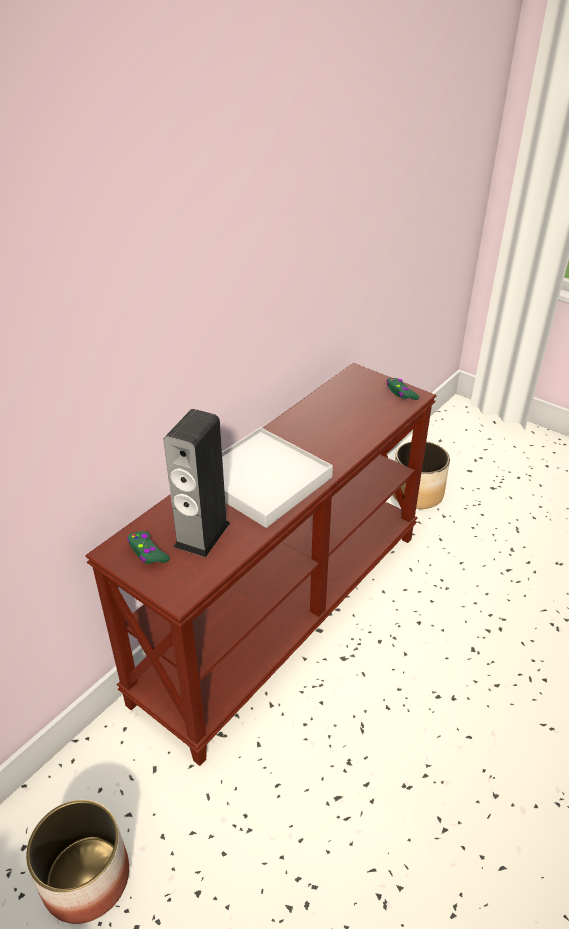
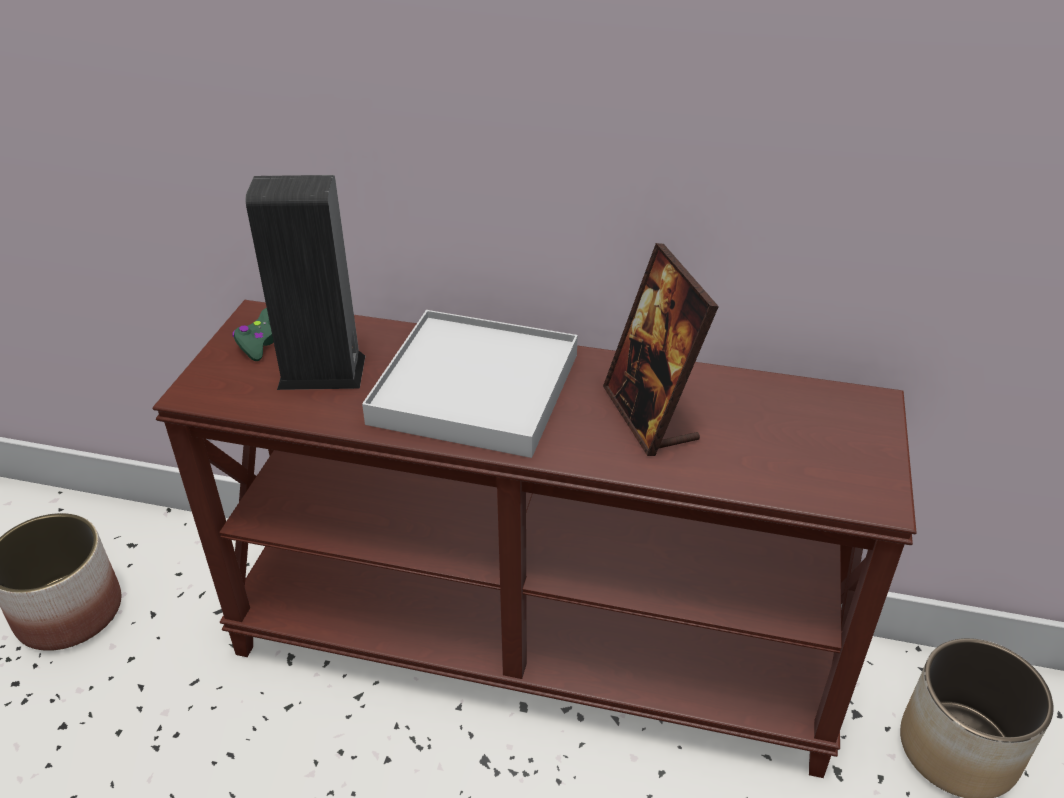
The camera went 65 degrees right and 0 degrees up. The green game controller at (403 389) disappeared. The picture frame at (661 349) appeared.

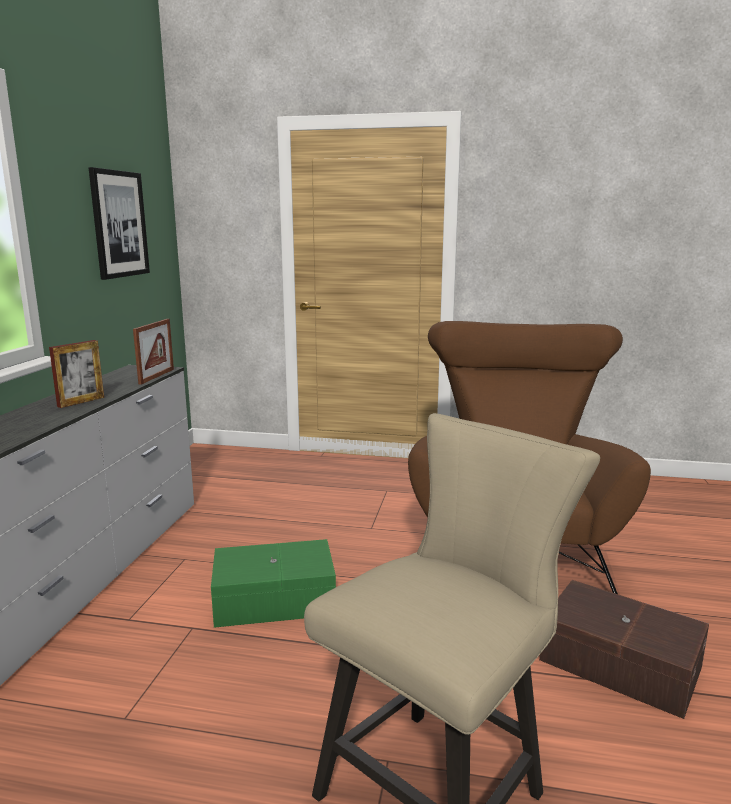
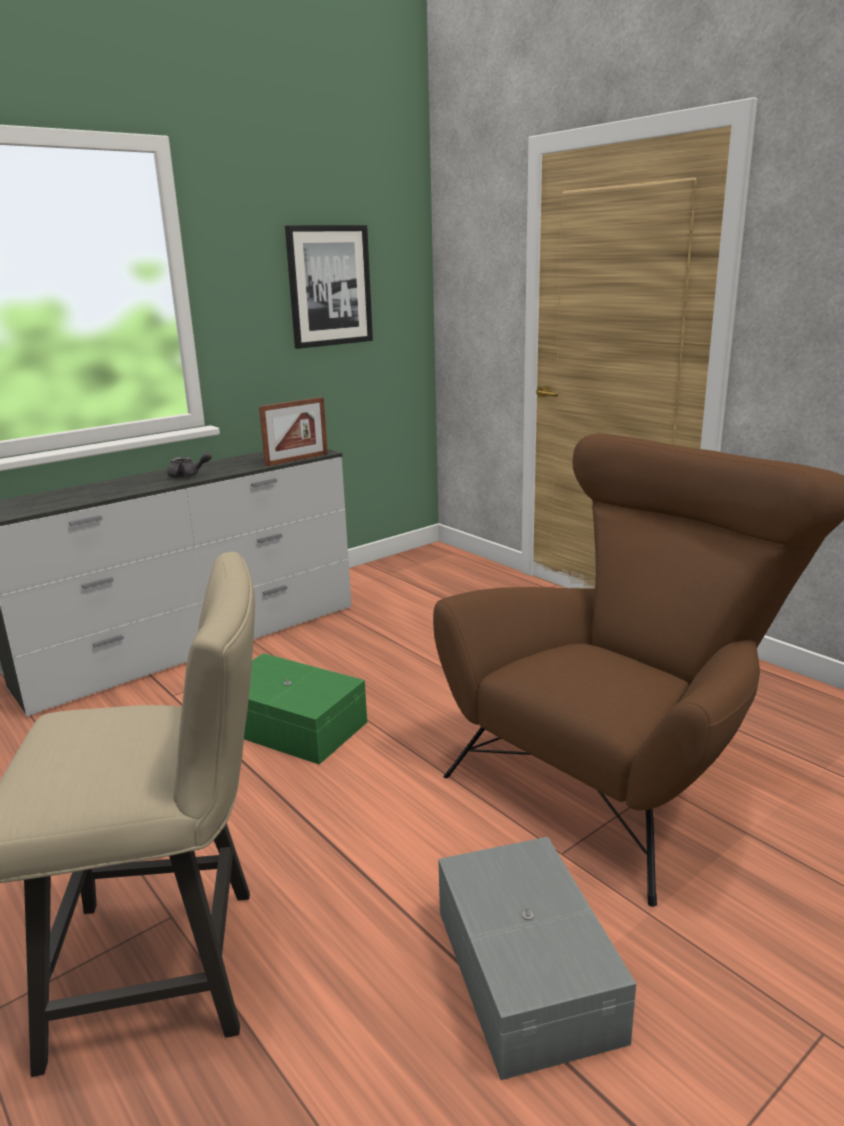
The camera went 40 degrees right and 5 degrees up. The picture frame at (76 374) was replaced by the grey teapot at (189 465). The brown storage box at (624 649) became the grey storage box at (537 958).

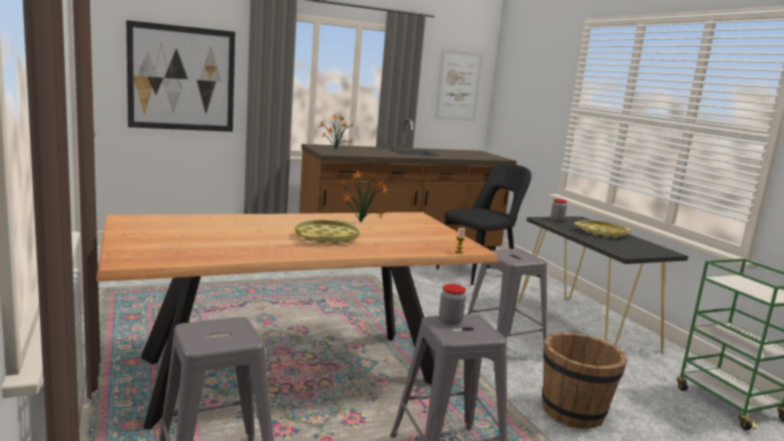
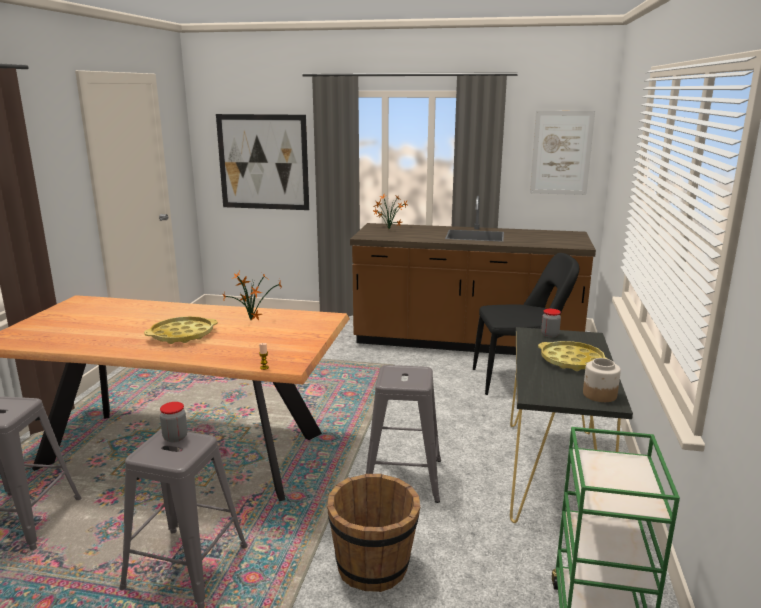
The camera went 35 degrees right and 5 degrees up. The jar at (602 380) appeared.

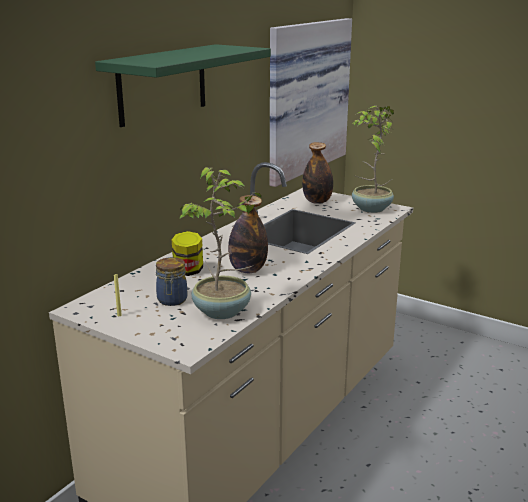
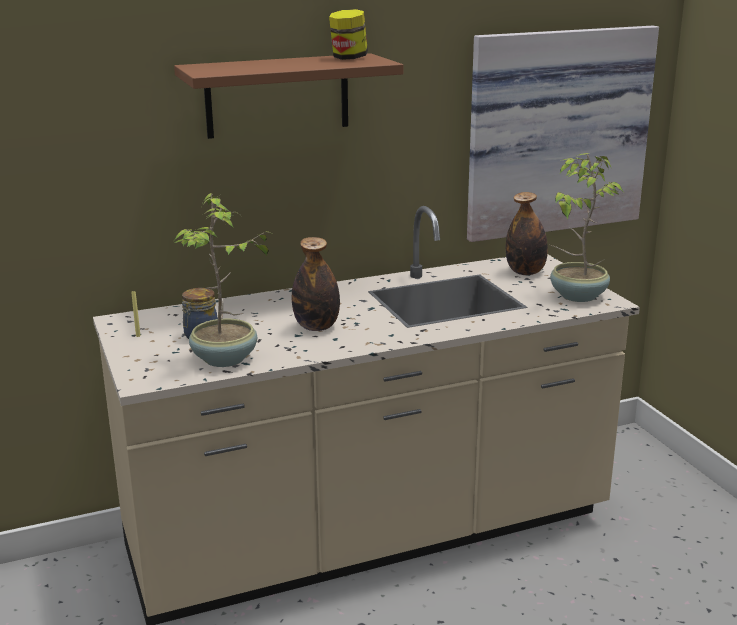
The camera went 35 degrees right and 0 degrees up. The green shelf at (183 85) became the brown shelf at (288 96). The jar moved from (187 253) to (348 34).

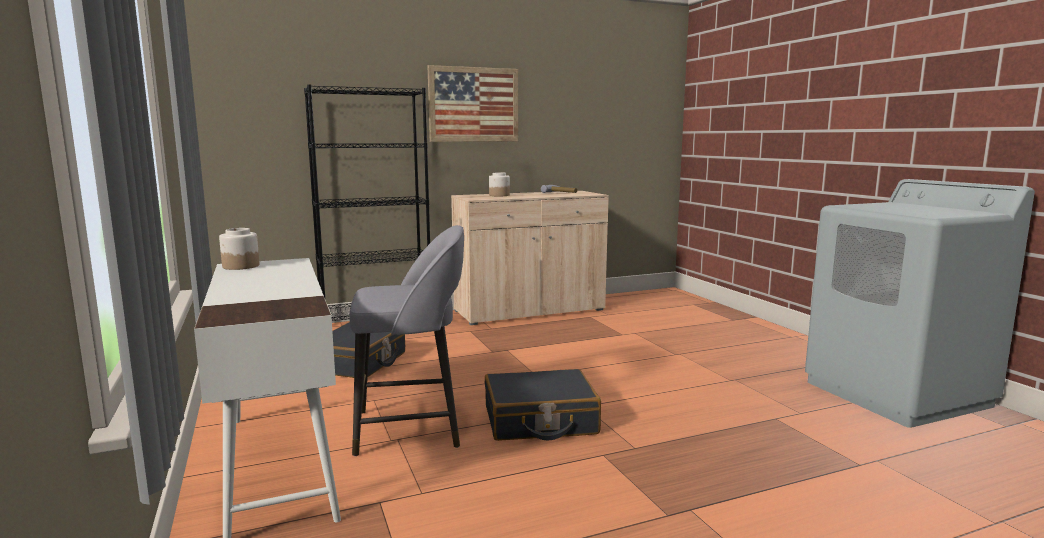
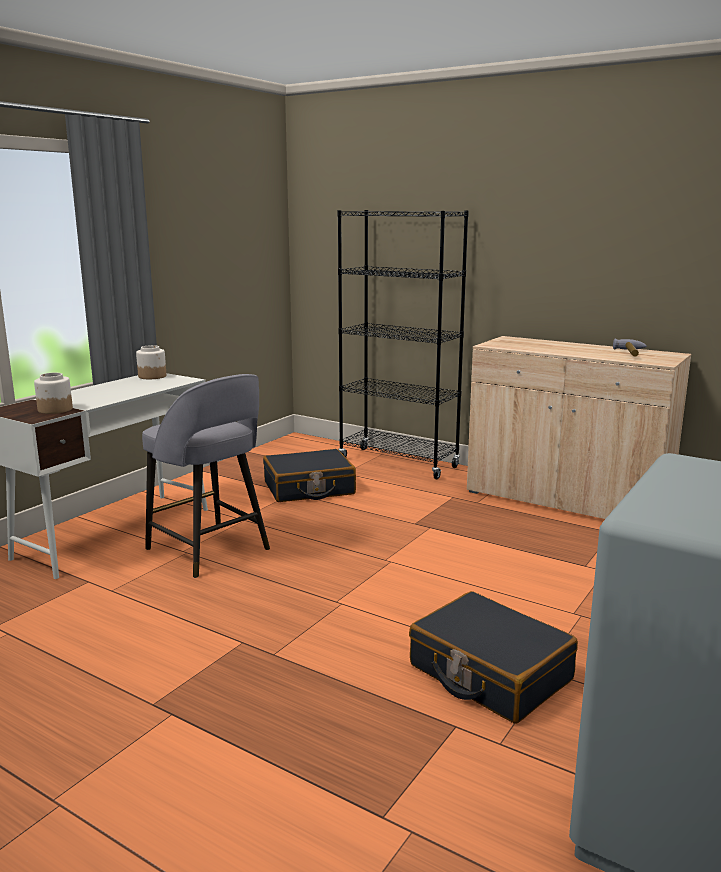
The camera went 55 degrees right and 5 degrees up. The picture at (472 103) disappeared. The jar moved from (499 184) to (53 393). The black suitcase moved from (543 405) to (493 657).

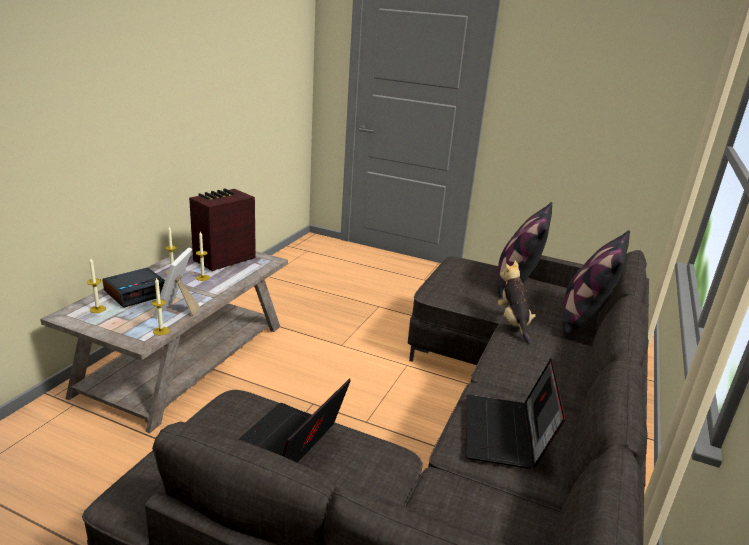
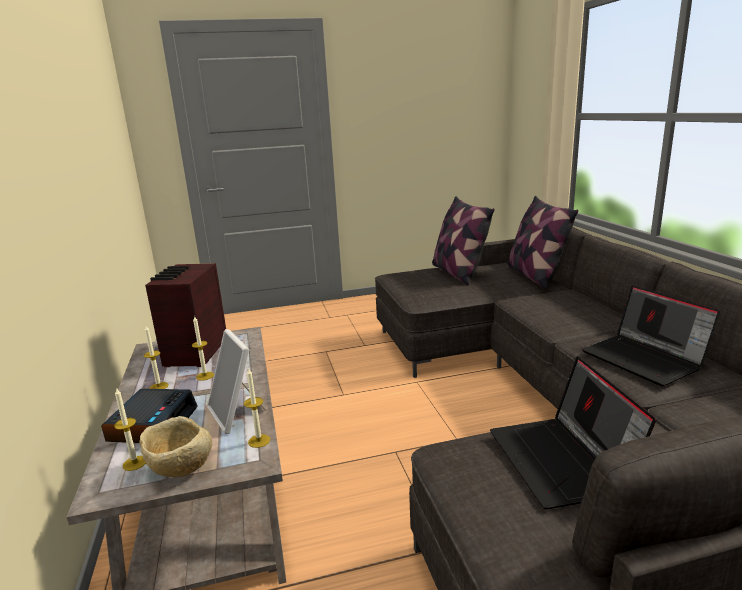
The camera went 35 degrees left and 5 degrees down. The plush toy at (517 302) disappeared. The beige bowl at (176 446) appeared.

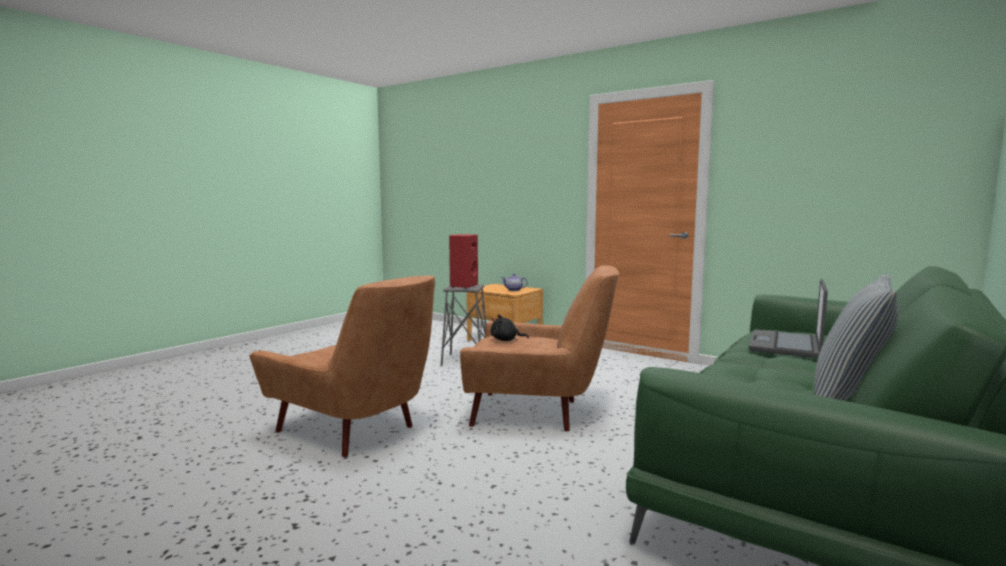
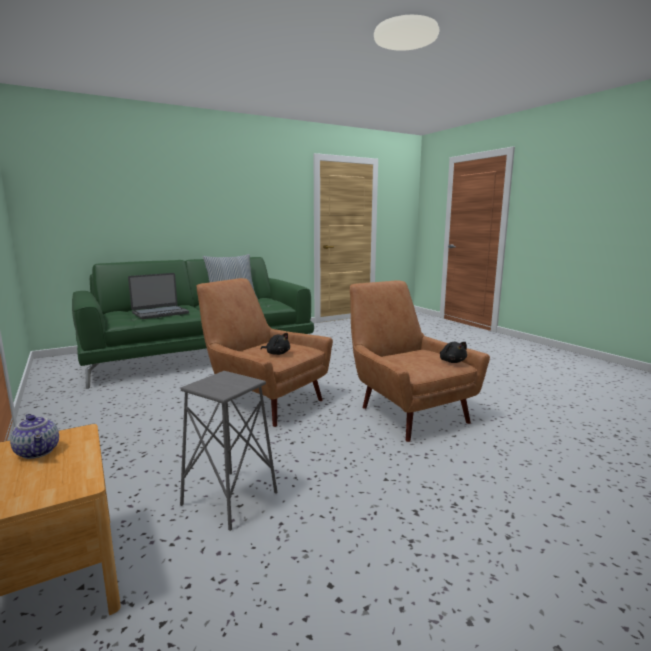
The camera went 155 degrees left and 5 degrees up. The red speaker at (463 261) disappeared. The black plush toy at (453 352) appeared.

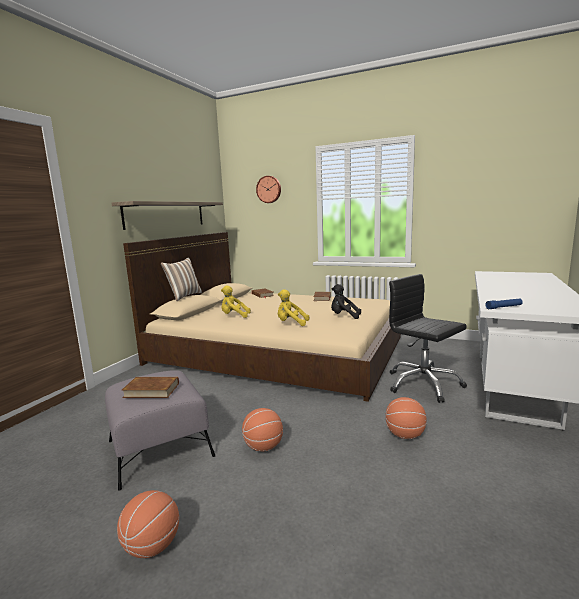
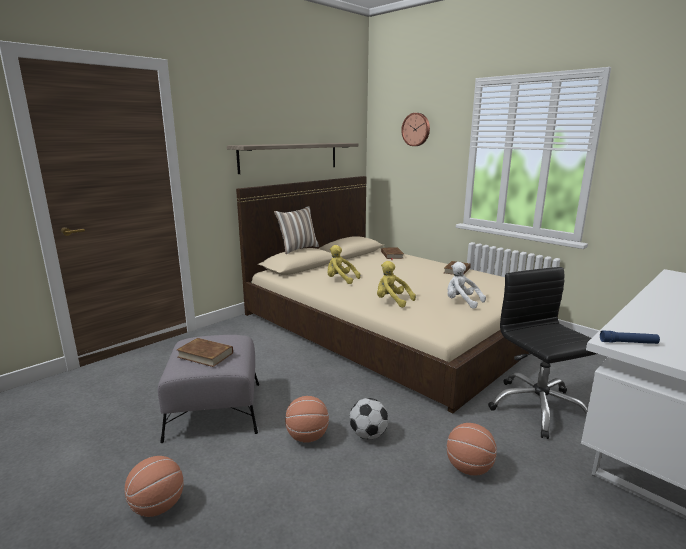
The camera went 20 degrees right and 5 degrees up. The black plush toy at (346 301) became the white plush toy at (467 285). The football at (369 419) appeared.

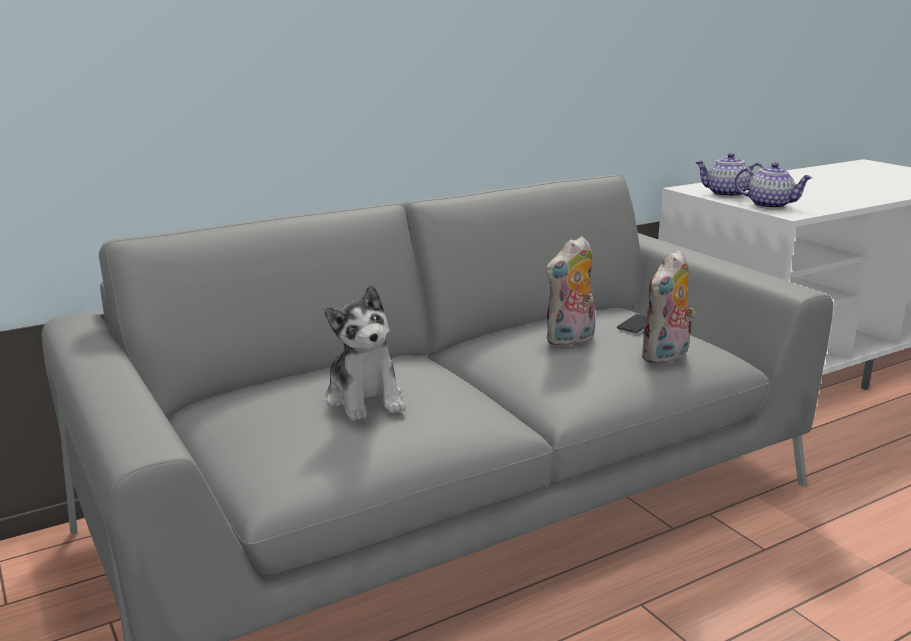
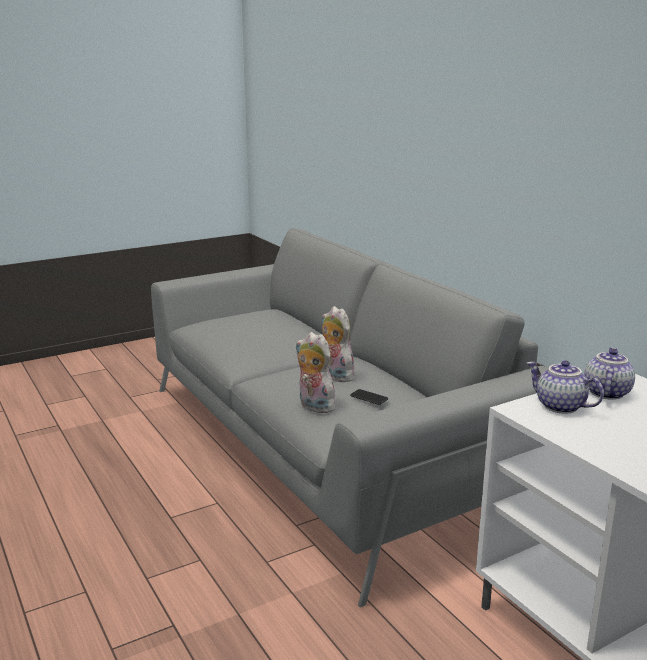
The camera went 90 degrees right and 0 degrees up. The teapot at (774 185) turned 105 degrees clockwise. The plush toy at (364 353) disappeared.

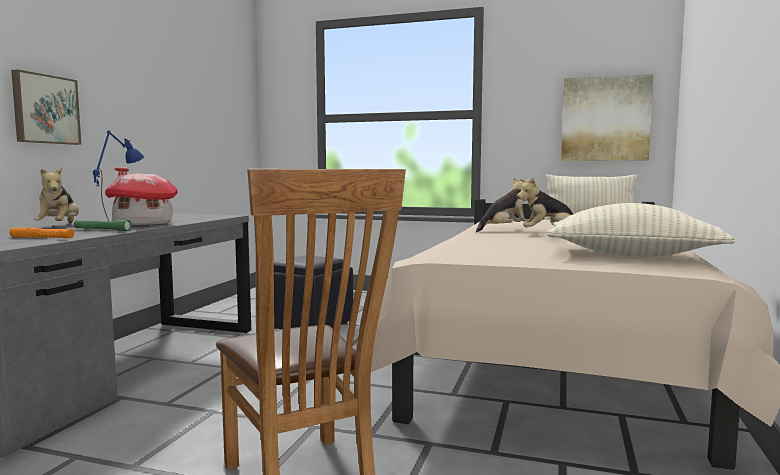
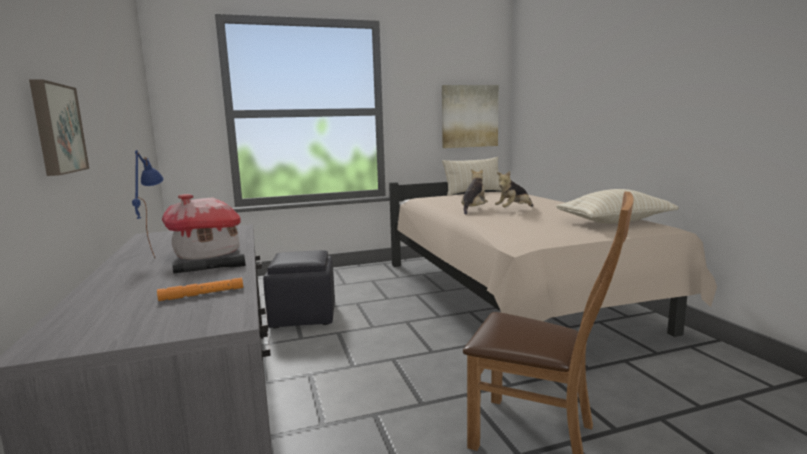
The camera went 35 degrees left and 5 degrees up. The plush toy at (56 195) disappeared. The green flashlight at (103 225) became the black flashlight at (208 264).

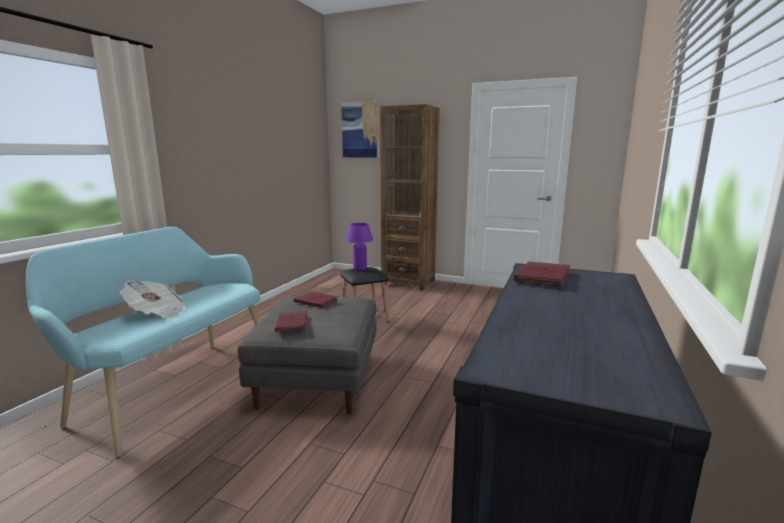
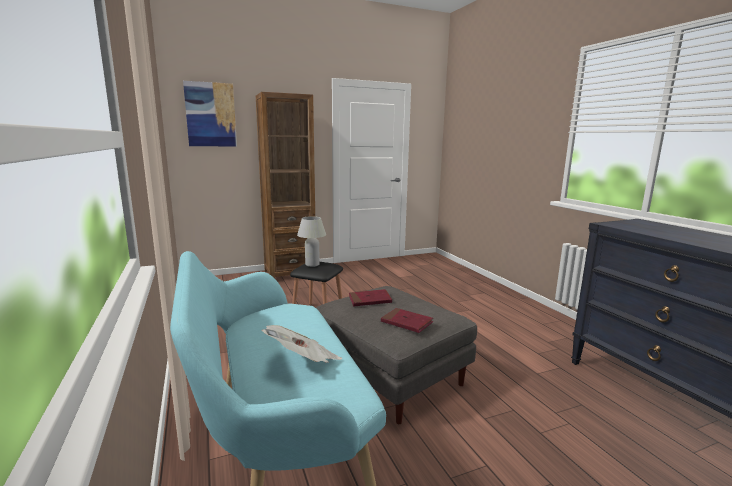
The camera went 45 degrees left and 0 degrees up. The purple table lamp at (359 247) became the white table lamp at (311 241). The red book at (542 274) disappeared.

